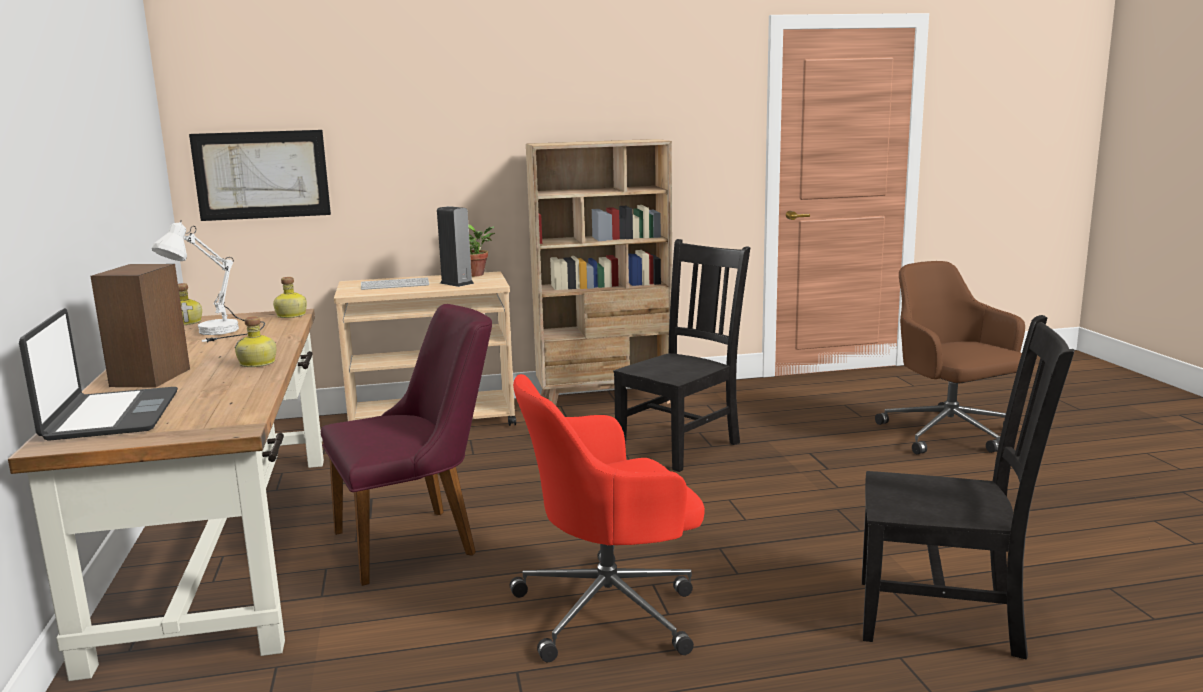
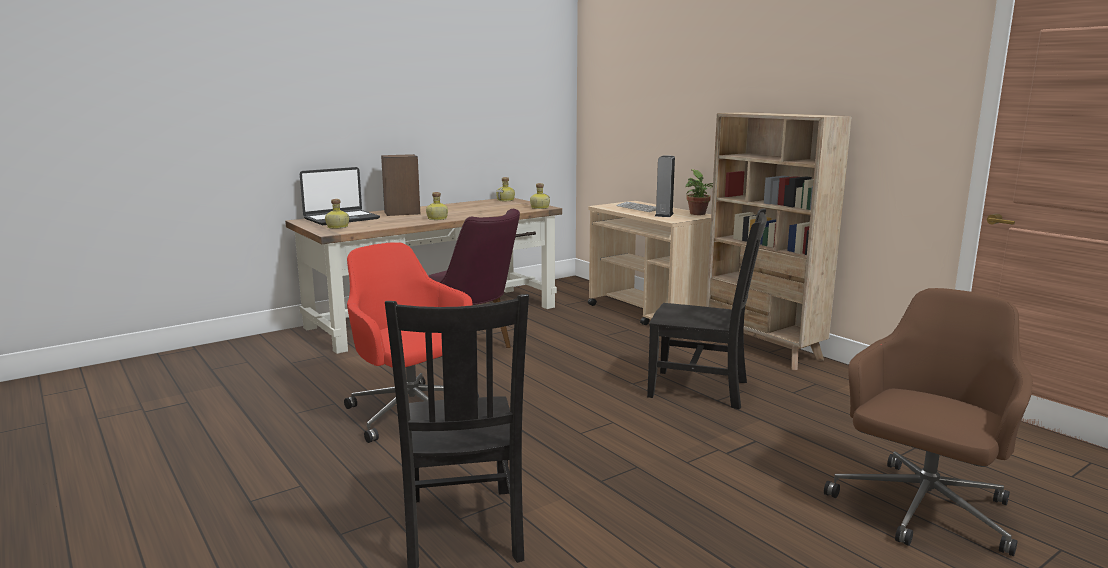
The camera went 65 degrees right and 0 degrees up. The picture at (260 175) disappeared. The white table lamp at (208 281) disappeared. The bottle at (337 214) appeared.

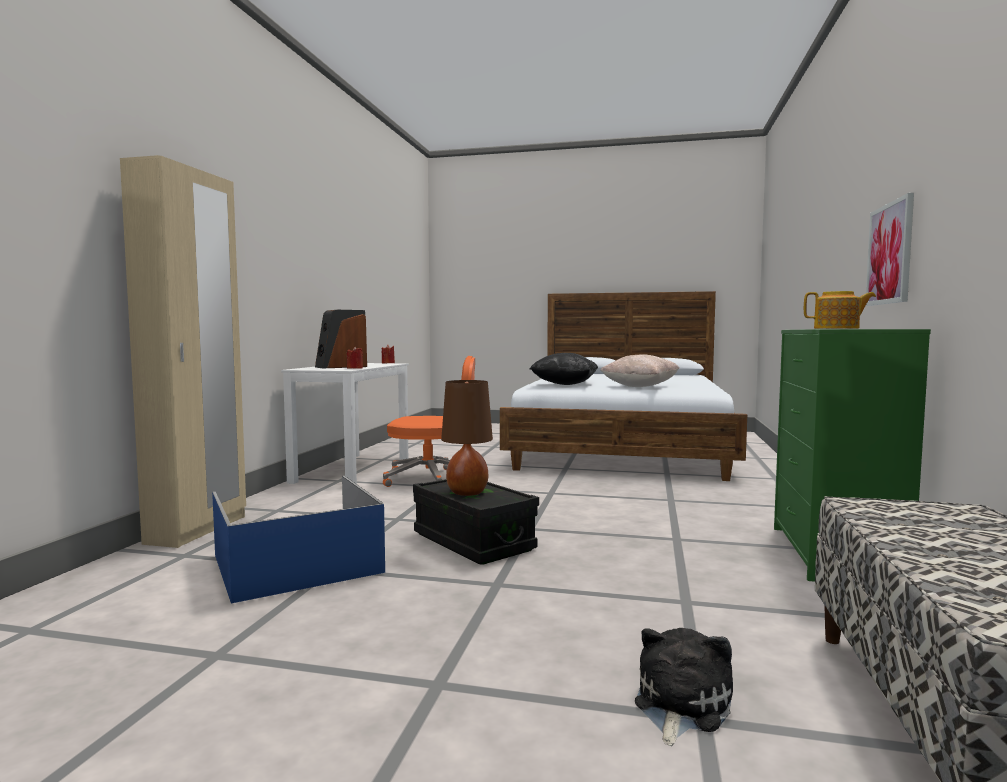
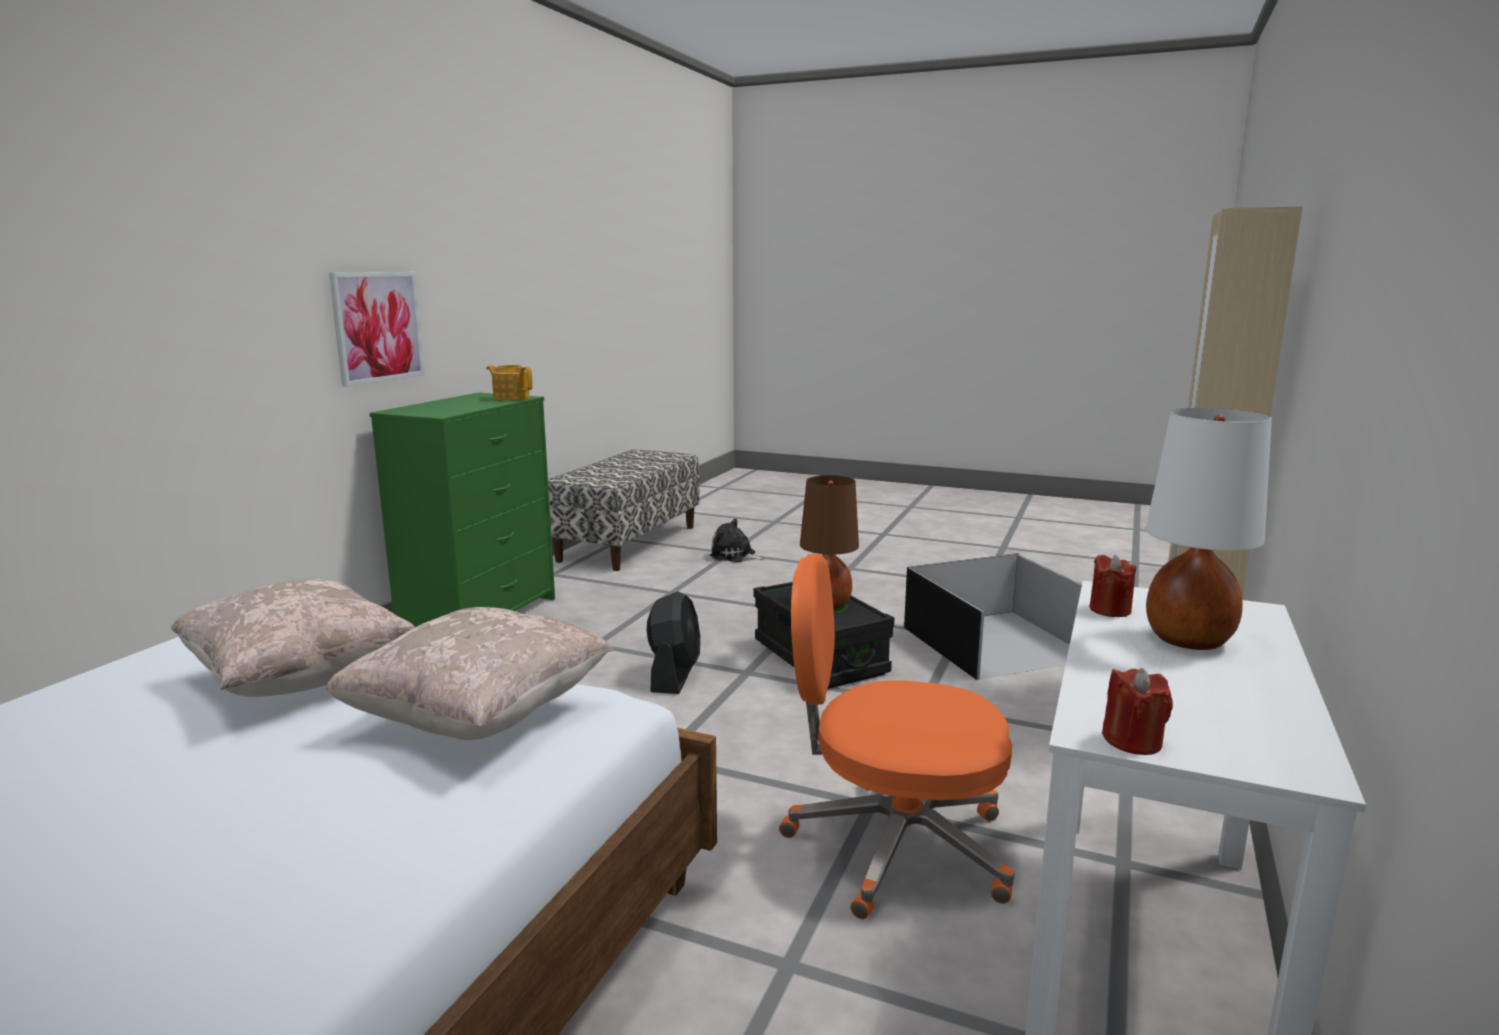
The camera went 170 degrees left and 10 degrees up. The speaker at (341 339) was replaced by the white table lamp at (1209 529). The black pillow at (564 369) became the beige pillow at (469 673). The blue storage box at (298 539) became the black storage box at (993 616). The plush toy at (684 687) turned 75 degrees clockwise. The black fan at (673 642) appeared.

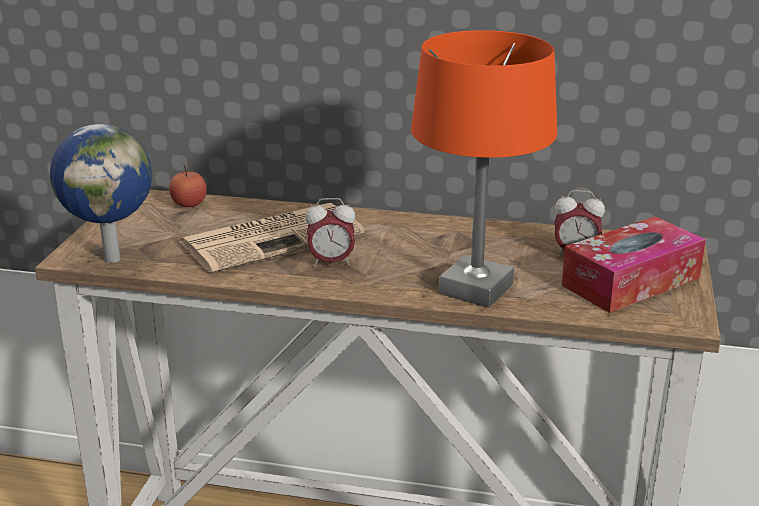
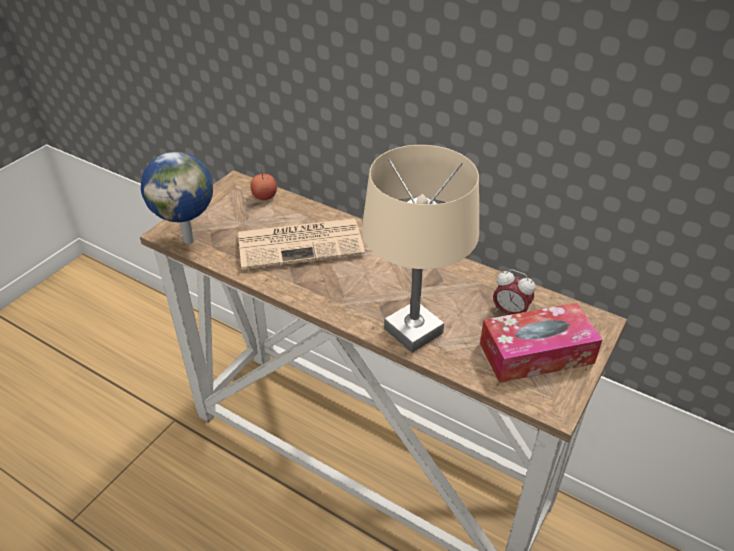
The camera went 20 degrees right and 15 degrees up. The orange table lamp at (484 169) became the beige table lamp at (420 249). The alarm clock at (330 232) disappeared.

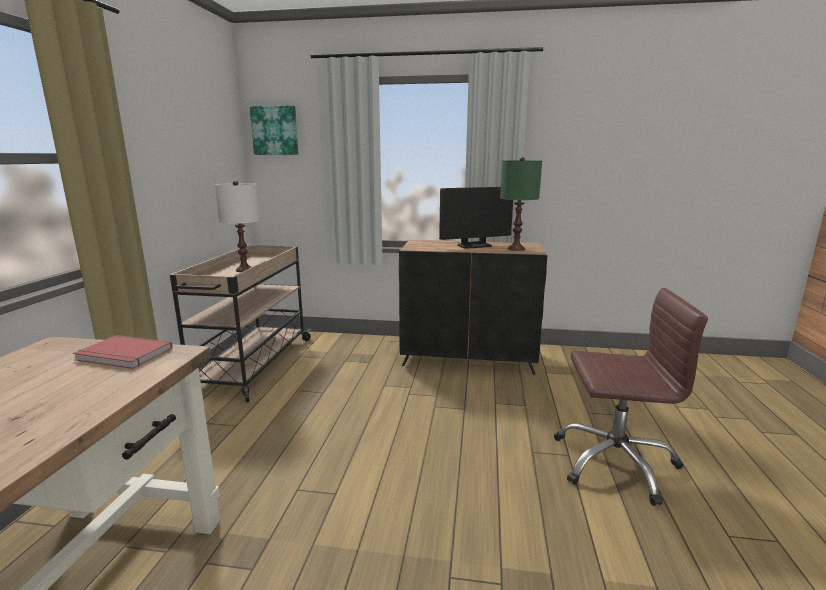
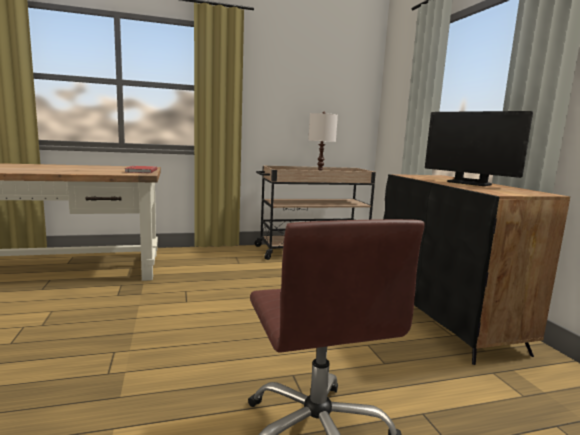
The camera went 65 degrees right and 5 degrees down. The picture at (274 130) disappeared. The green table lamp at (521 204) disappeared.

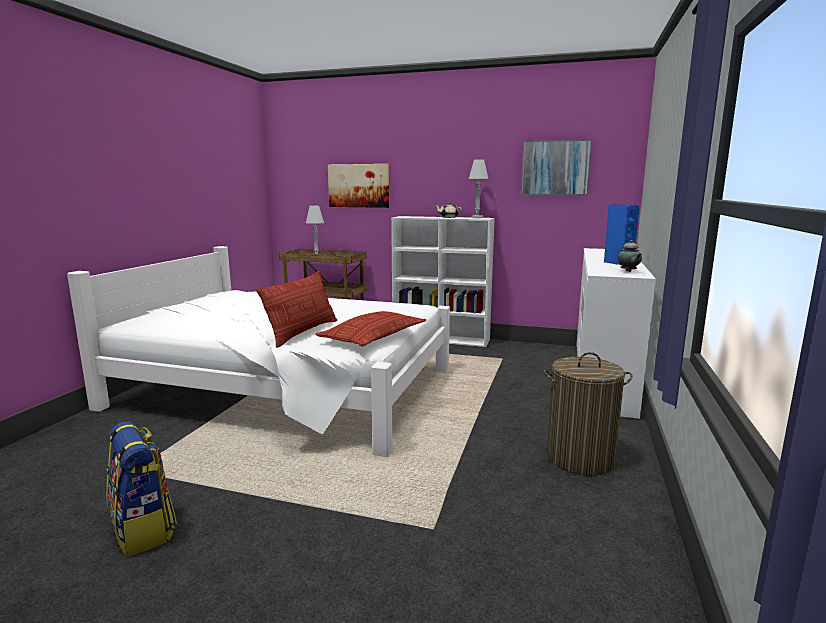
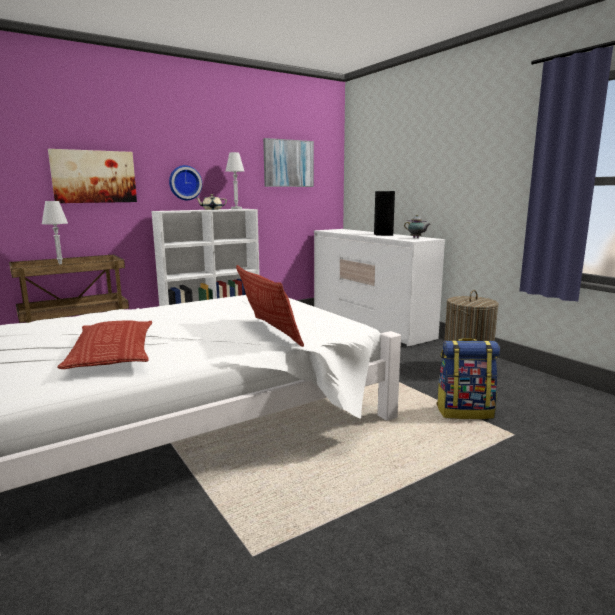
The camera went 50 degrees left and 0 degrees up. The blue speaker at (622 234) became the black speaker at (384 213). The pillow moved from (371 329) to (104 344). The backpack moved from (141 489) to (468 378). The wall clock at (185 182) appeared.

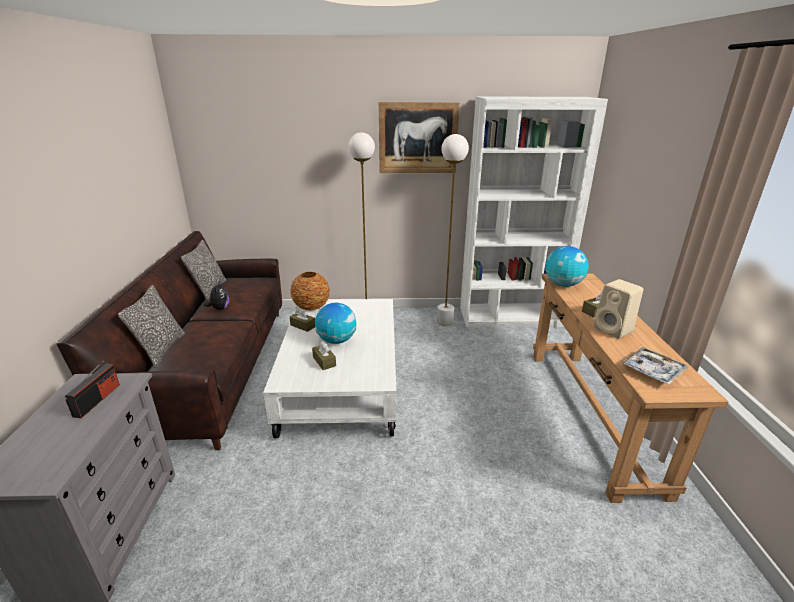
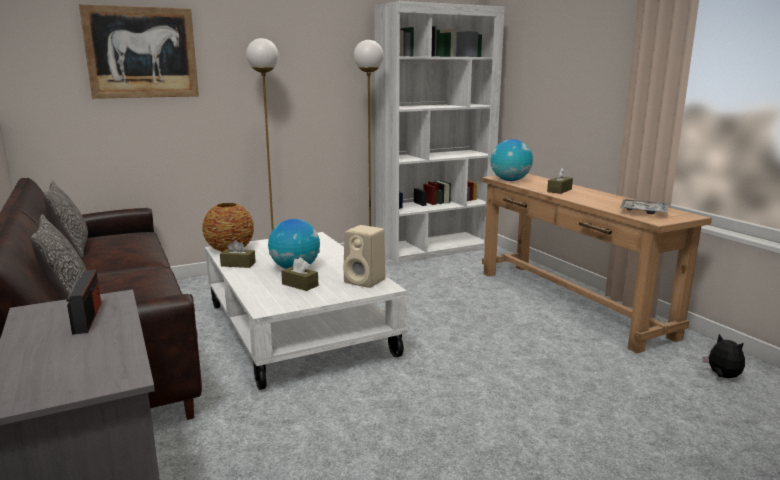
The camera went 25 degrees left and 10 degrees down. The picture moved from (419 137) to (139 51). The beige speaker moved from (618 308) to (364 256). The plush toy moved from (216 295) to (723 356).

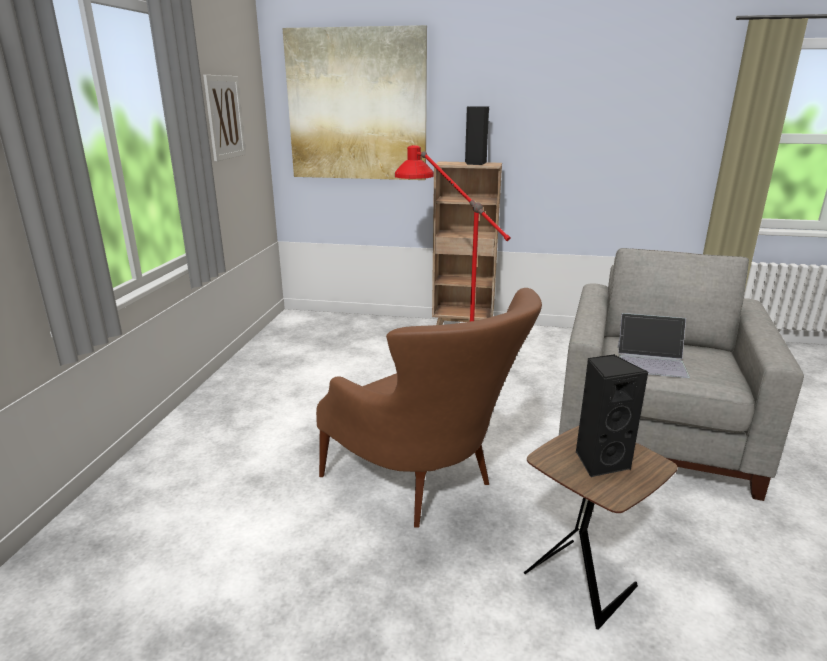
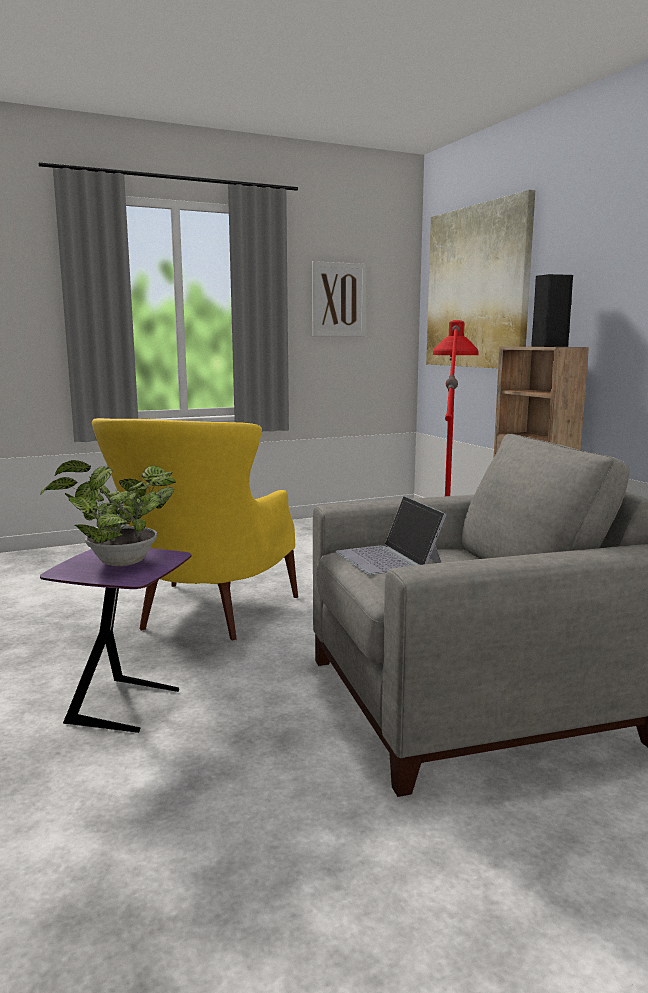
The camera went 55 degrees right and 10 degrees down. The brown armchair at (429 408) became the yellow armchair at (195 529). The black speaker at (612 415) was replaced by the potted plant at (108 513). The brown side table at (601 528) became the purple side table at (115 640).

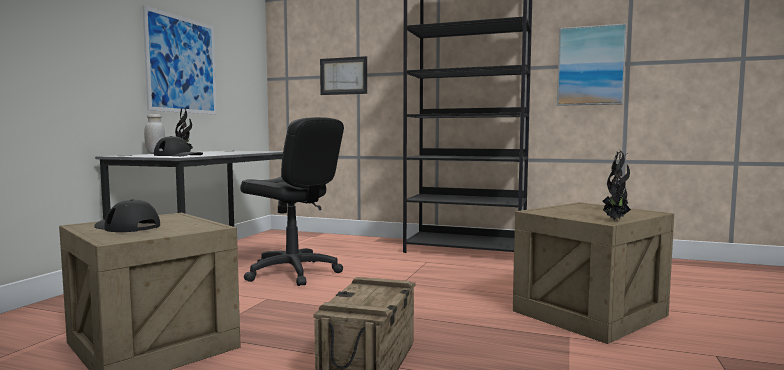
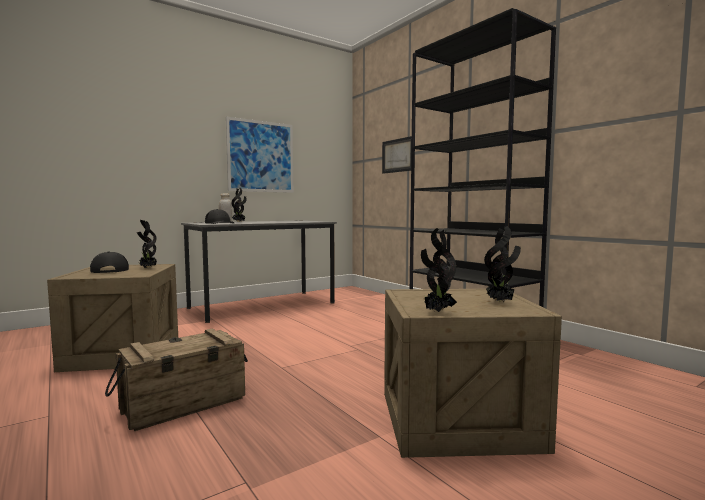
The camera went 35 degrees right and 0 degrees up. The picture at (592 64) disappeared. The black office chair at (292 201) disappeared. The potted plant at (147 244) appeared.

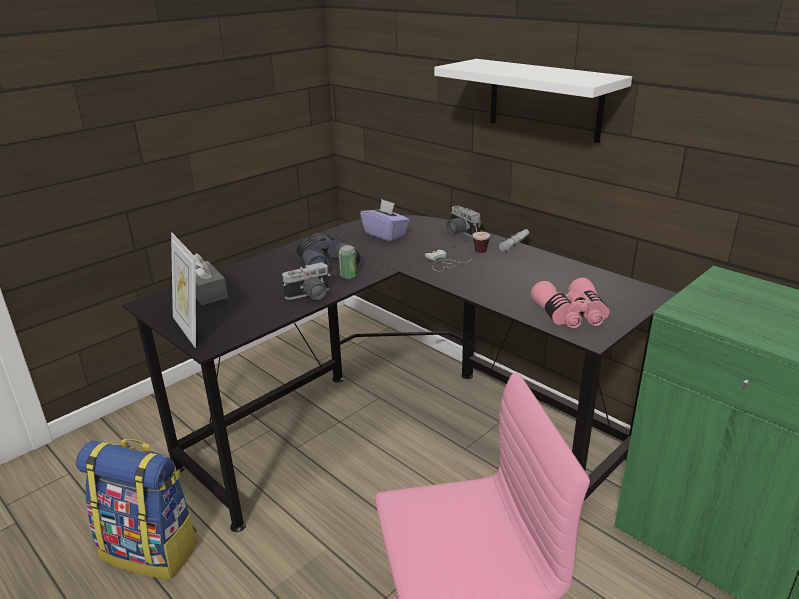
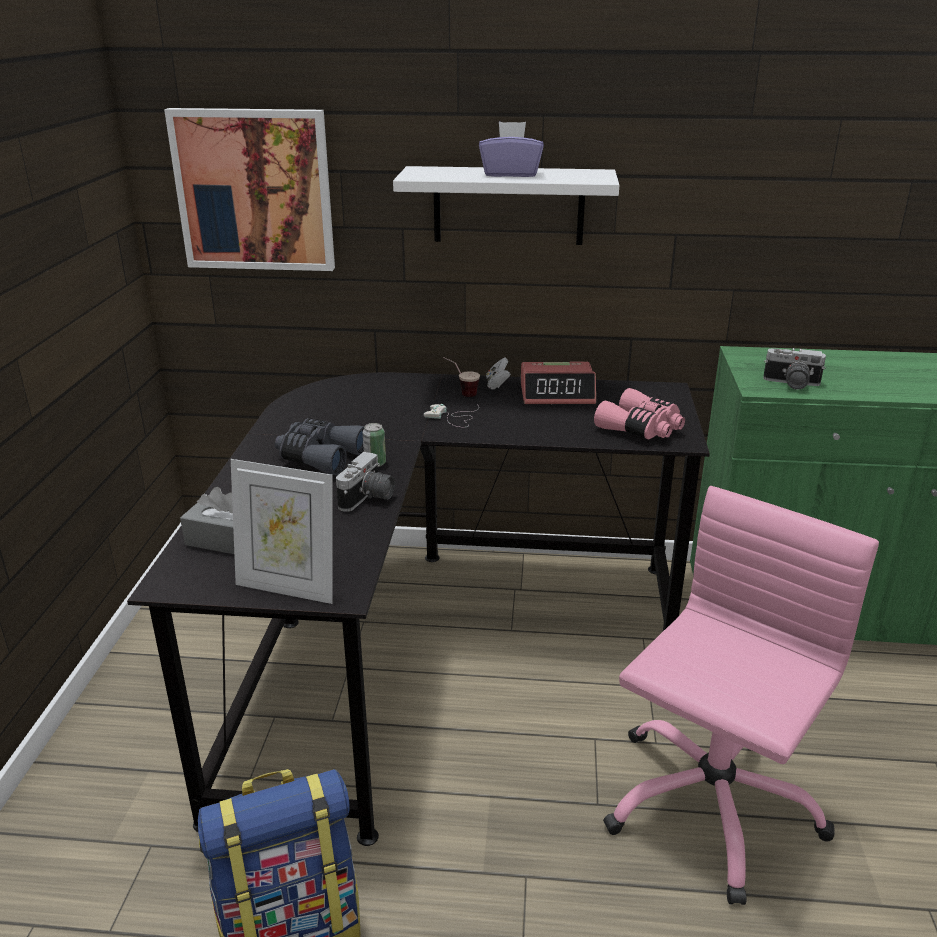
The camera went 40 degrees left and 0 degrees up. The purple tissue box moved from (385 220) to (511 149). The photo camera moved from (463 221) to (794 369). The picture at (249 189) appeared. The alarm clock at (558 383) appeared.

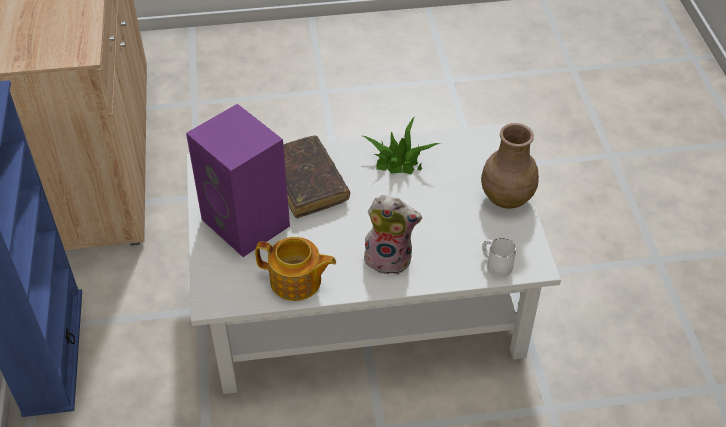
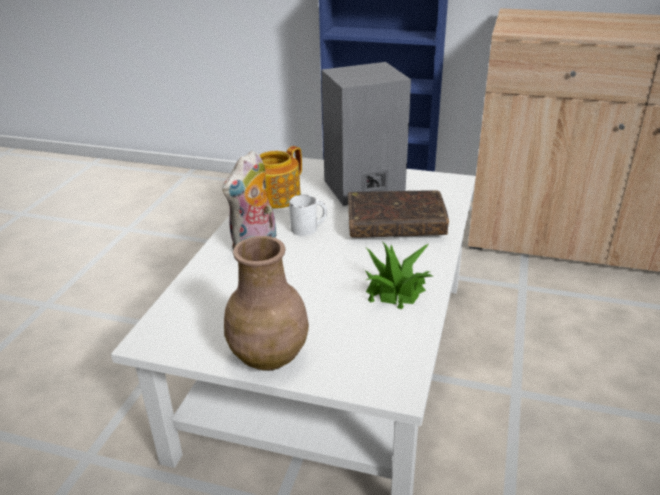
The camera went 115 degrees right and 15 degrees down. The purple speaker at (238 180) became the grey speaker at (366 134). The white mug moved from (499 258) to (308 215).

